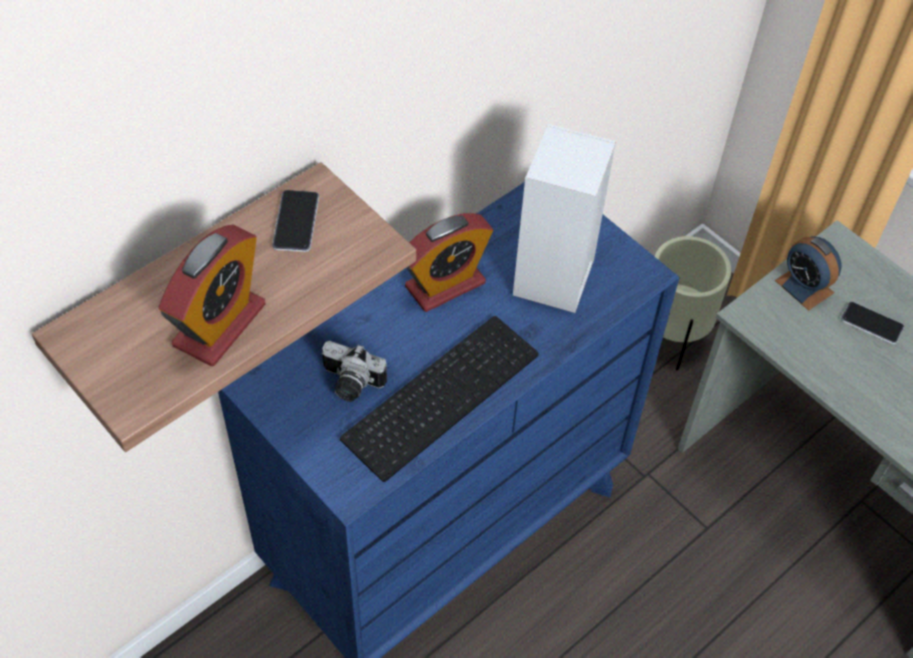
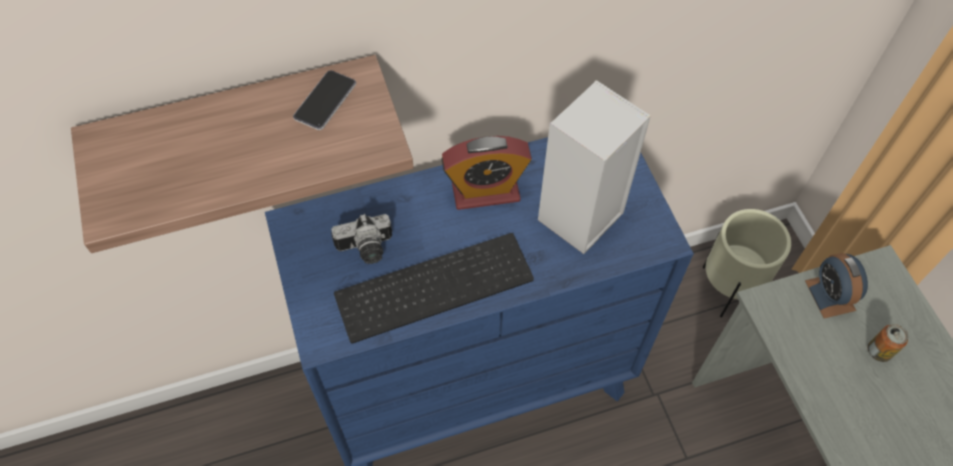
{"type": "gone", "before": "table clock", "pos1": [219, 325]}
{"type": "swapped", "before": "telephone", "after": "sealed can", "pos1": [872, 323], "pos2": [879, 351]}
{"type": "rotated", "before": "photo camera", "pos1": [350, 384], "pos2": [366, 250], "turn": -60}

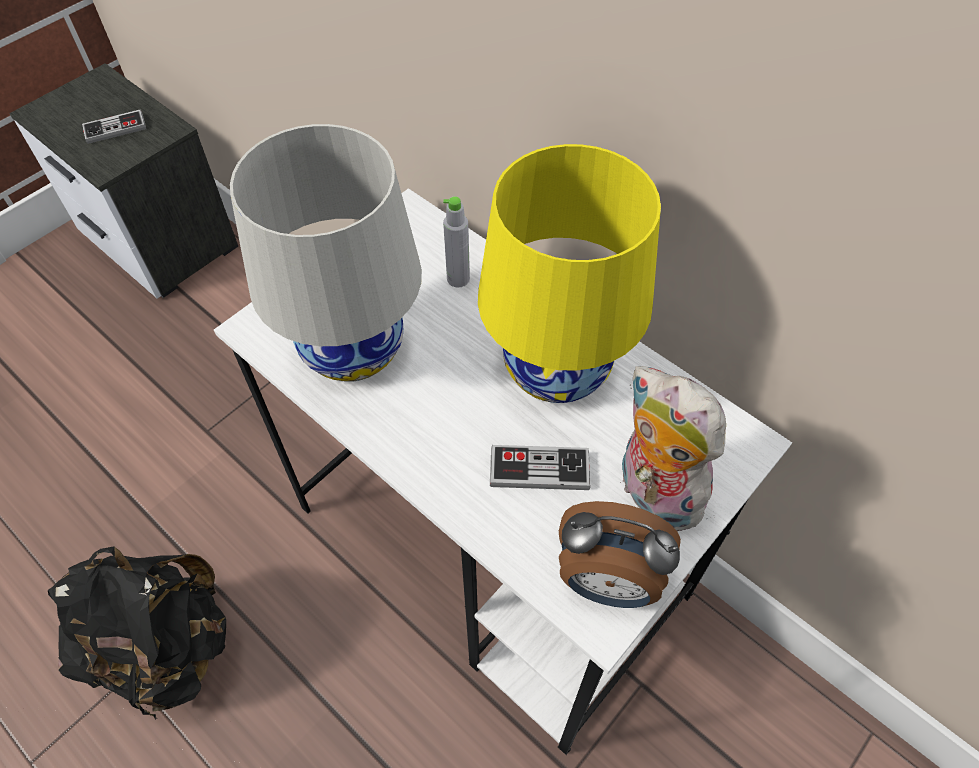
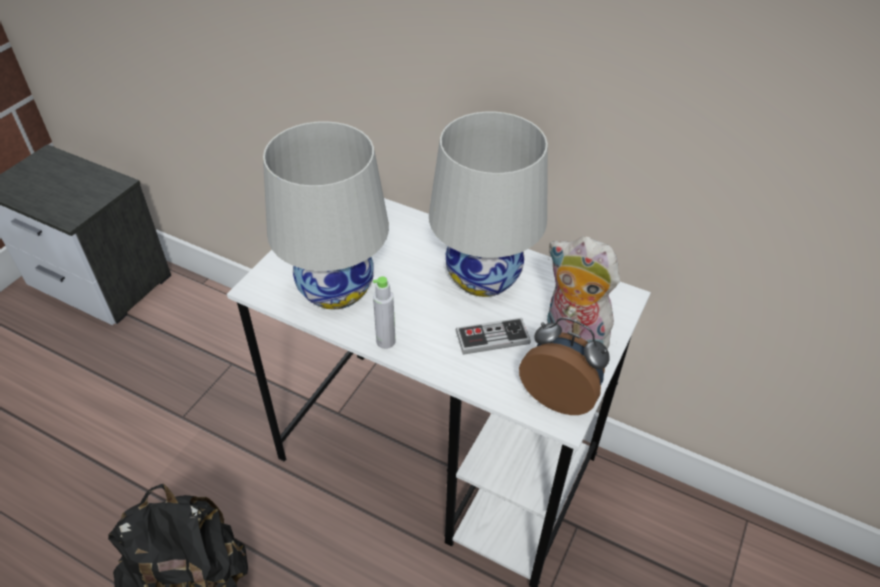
{"type": "gone", "before": "game controller", "pos1": [115, 128]}
{"type": "shifted", "before": "beverage bottle in grey", "pos1": [458, 279], "pos2": [385, 341]}
{"type": "repainted", "before": "lamp for a table in yellow-coloured", "after": "lamp for a table in white", "pos1": [557, 370], "pos2": [483, 276]}
{"type": "rotated", "before": "table clock", "pos1": [607, 581], "pos2": [560, 395], "turn": -150}

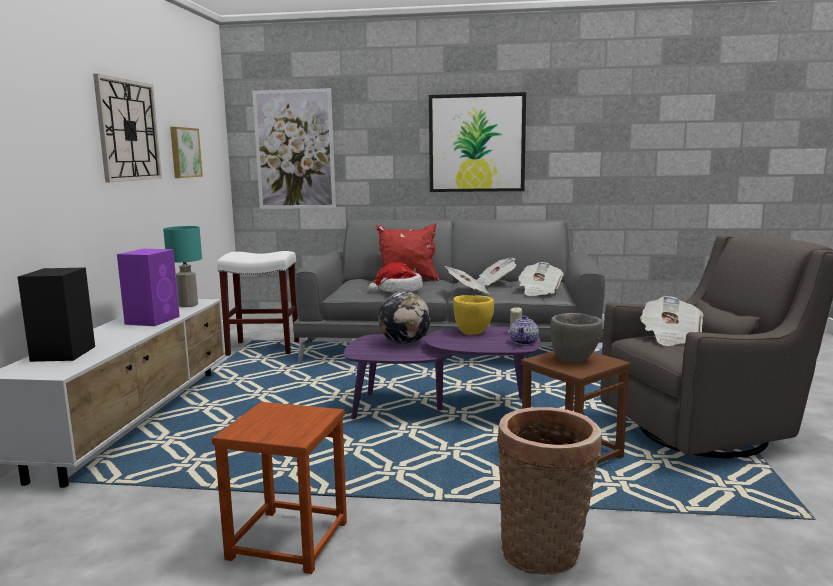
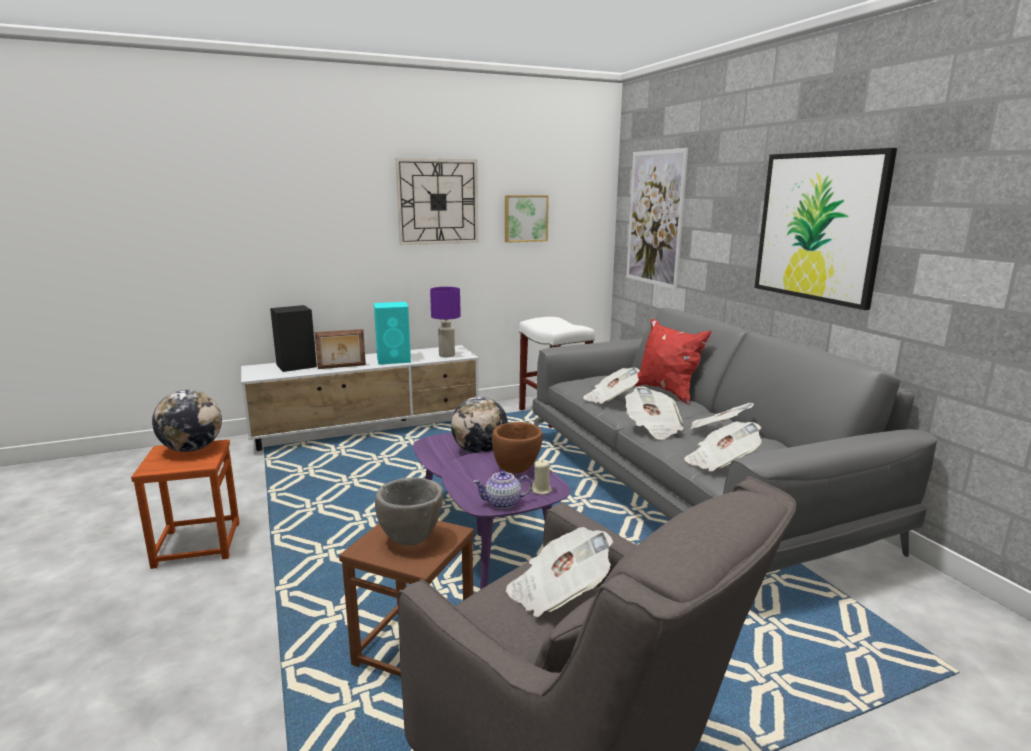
{"type": "gone", "before": "storage basket", "pos1": [545, 553]}
{"type": "new", "after": "globe", "pos2": [192, 449]}
{"type": "new", "after": "picture frame", "pos2": [342, 367]}
{"type": "swapped", "before": "wearable hat", "after": "newspaper", "pos1": [398, 290], "pos2": [610, 399]}
{"type": "repainted", "before": "audio speaker in purple", "after": "audio speaker in turquoise-coloured", "pos1": [153, 320], "pos2": [394, 359]}
{"type": "repainted", "before": "lamp for a table in turquoise-coloured", "after": "lamp for a table in purple", "pos1": [189, 305], "pos2": [447, 355]}
{"type": "repainted", "before": "deep dish in yellow-coloured", "after": "deep dish in brownish", "pos1": [473, 332], "pos2": [517, 469]}

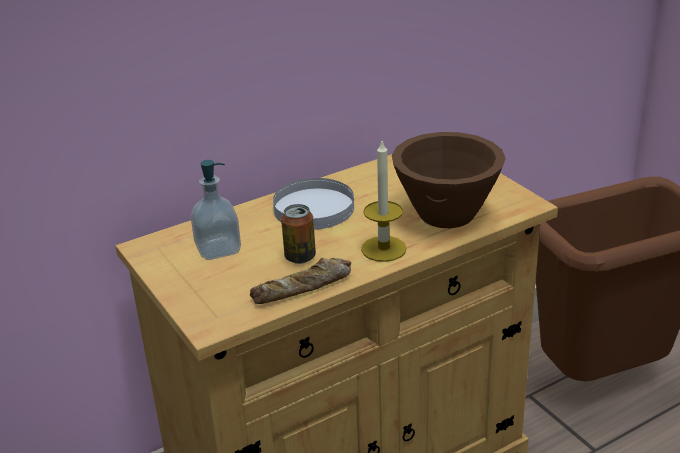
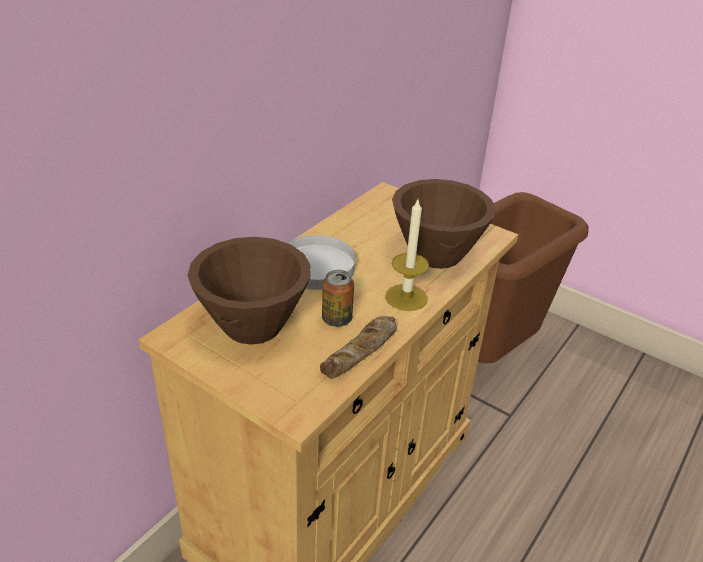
{"type": "swapped", "before": "liquid soap bottle", "after": "deep dish in brownish", "pos1": [218, 249], "pos2": [252, 325]}

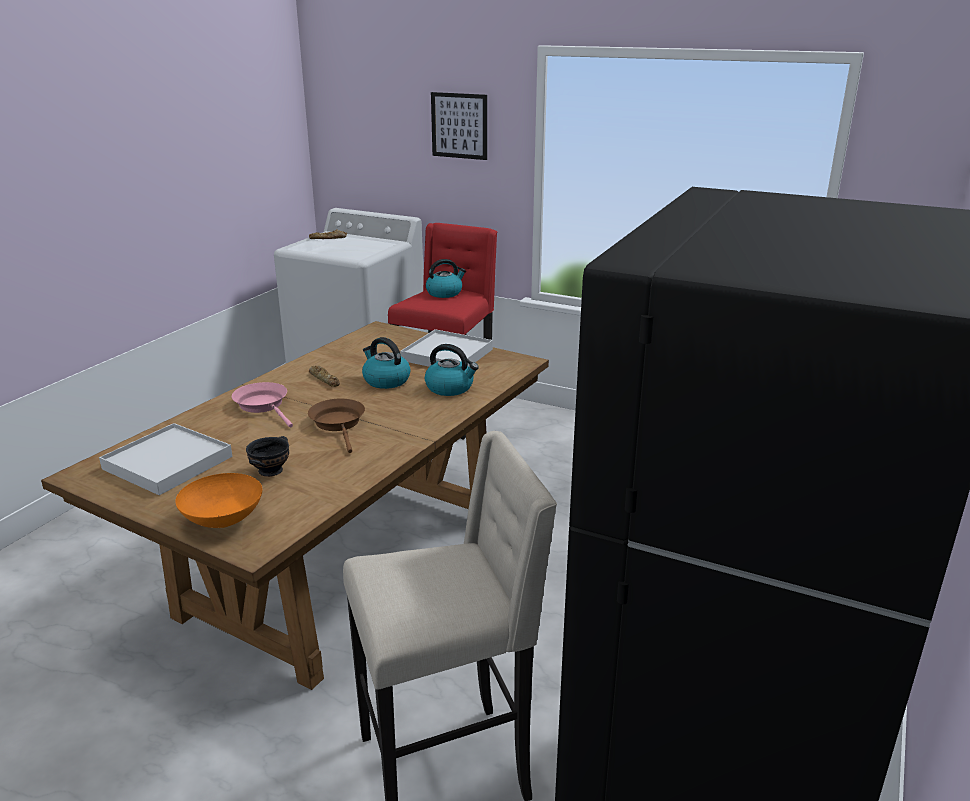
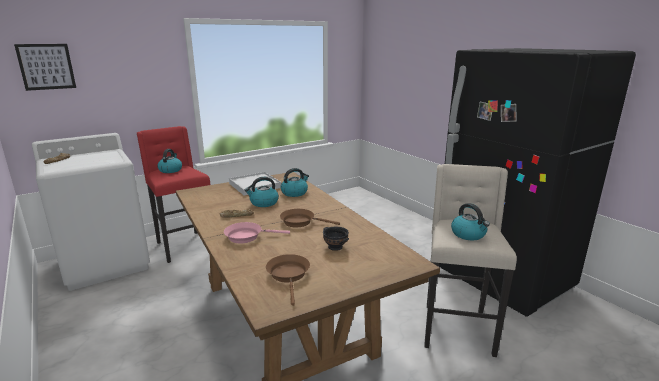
{"type": "gone", "before": "deep dish in orange", "pos1": [225, 520]}
{"type": "new", "after": "tea kettle", "pos2": [469, 234]}
{"type": "shifted", "before": "picture", "pos1": [459, 125], "pos2": [46, 66]}
{"type": "swapped", "before": "tray in white", "after": "frying pan in brownish", "pos1": [168, 463], "pos2": [289, 276]}

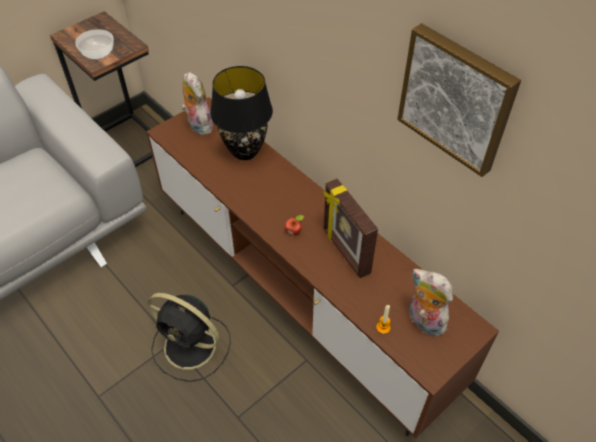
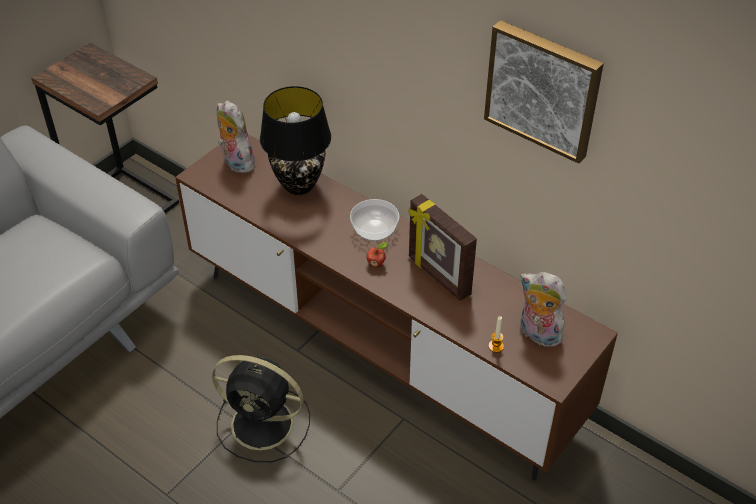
{"type": "shifted", "before": "deep dish", "pos1": [97, 52], "pos2": [374, 230]}

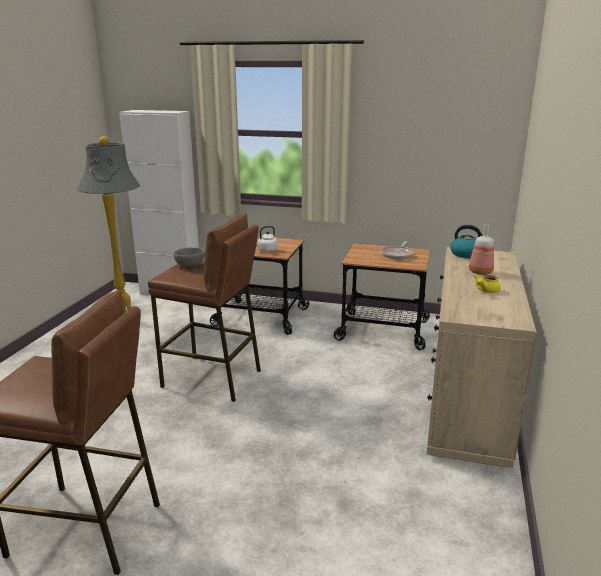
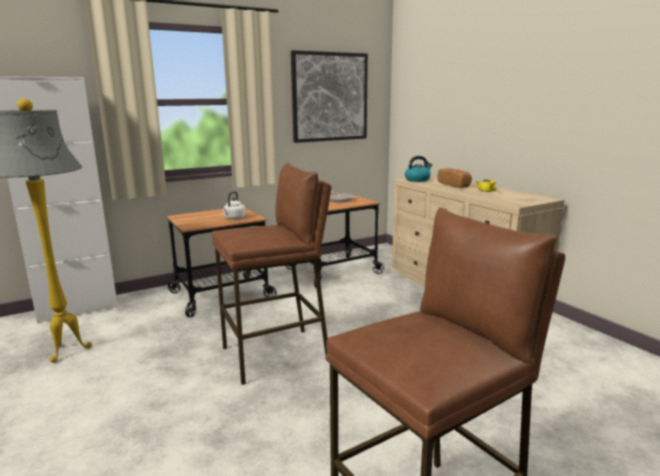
{"type": "gone", "before": "deep dish in grey", "pos1": [190, 265]}
{"type": "new", "after": "picture", "pos2": [330, 97]}
{"type": "swapped", "before": "beverage bottle", "after": "bread", "pos1": [479, 272], "pos2": [454, 185]}

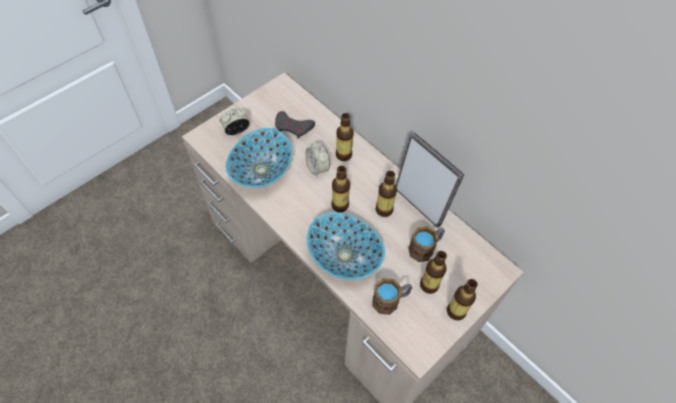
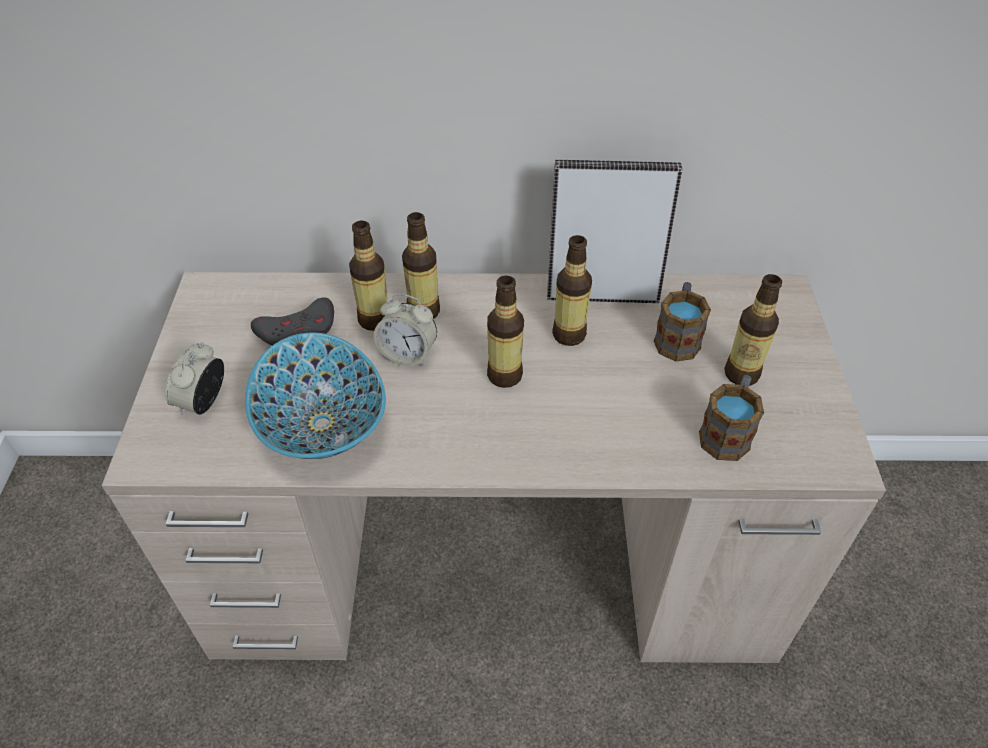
{"type": "gone", "before": "deep dish", "pos1": [345, 254]}
{"type": "shifted", "before": "beverage bottle", "pos1": [456, 311], "pos2": [374, 320]}

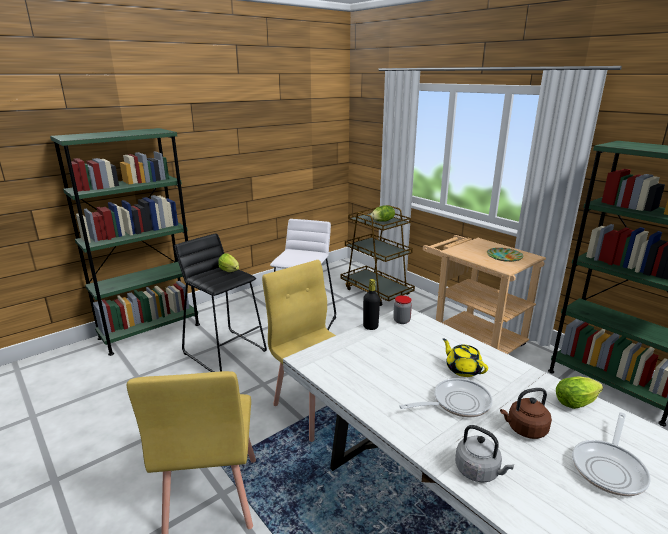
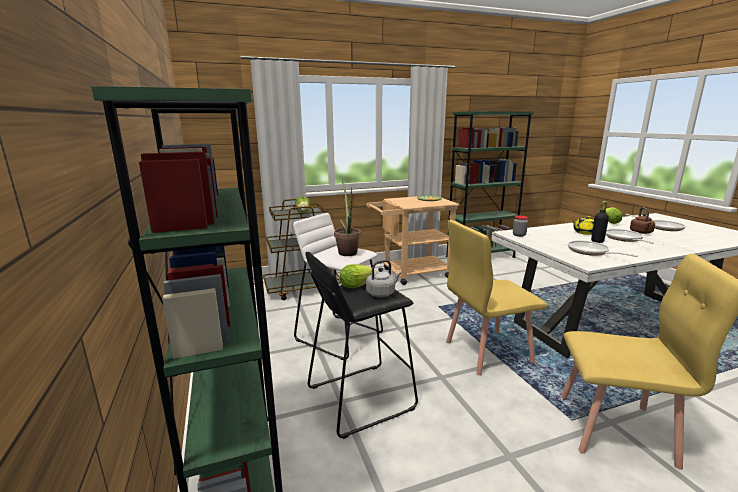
{"type": "new", "after": "plant in a pot", "pos2": [347, 251]}
{"type": "new", "after": "frying pan", "pos2": [591, 252]}
{"type": "shifted", "before": "beverage bottle in blackish", "pos1": [370, 326], "pos2": [597, 241]}
{"type": "shifted", "before": "tea kettle in grey", "pos1": [479, 471], "pos2": [382, 293]}

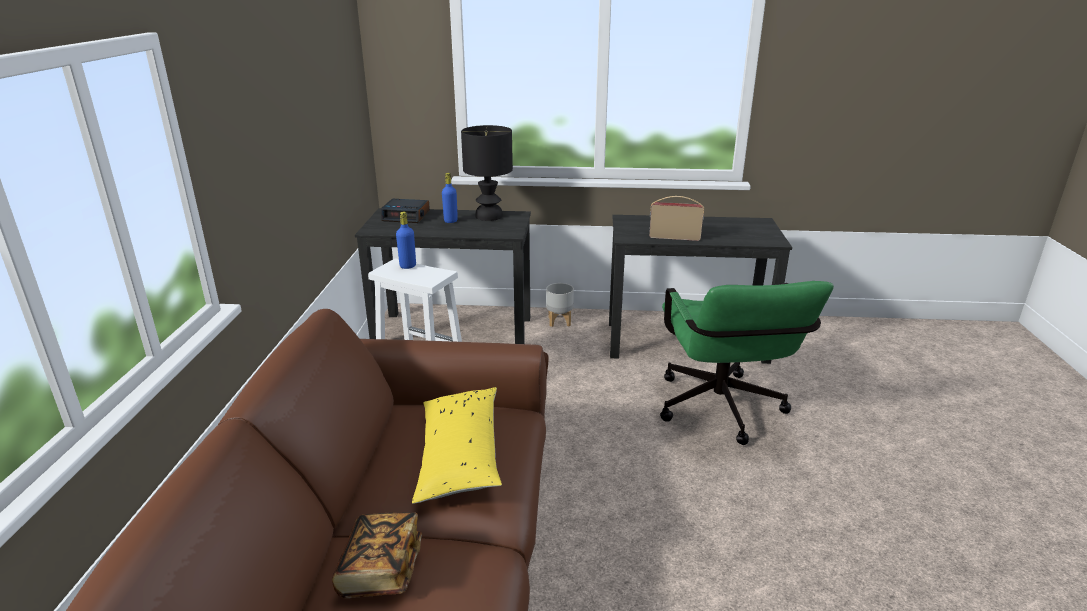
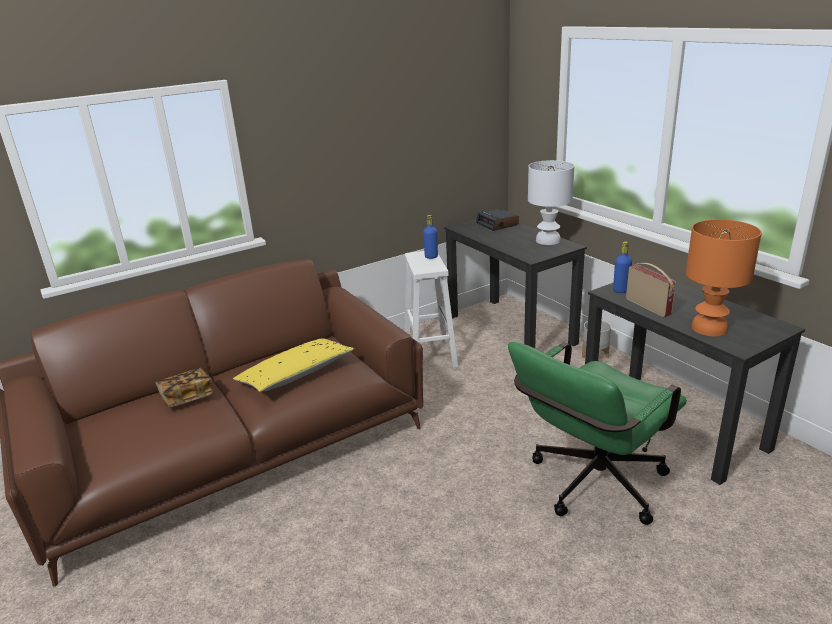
{"type": "new", "after": "lamp for a table in orange", "pos2": [710, 328]}
{"type": "shifted", "before": "beverage bottle in bluish", "pos1": [450, 221], "pos2": [620, 290]}
{"type": "repainted", "before": "lamp for a table in blackish", "after": "lamp for a table in white", "pos1": [489, 216], "pos2": [548, 241]}

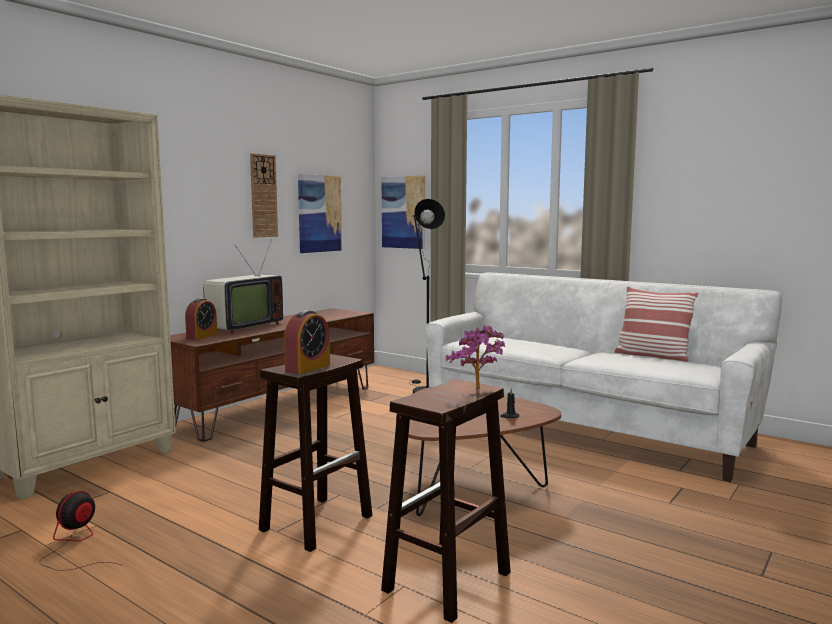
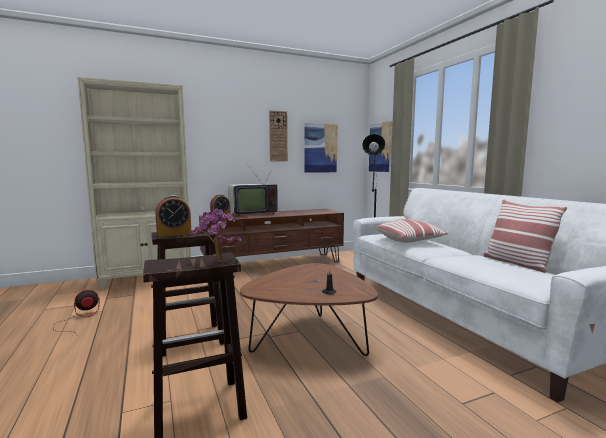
{"type": "new", "after": "throw pillow", "pos2": [409, 240]}

